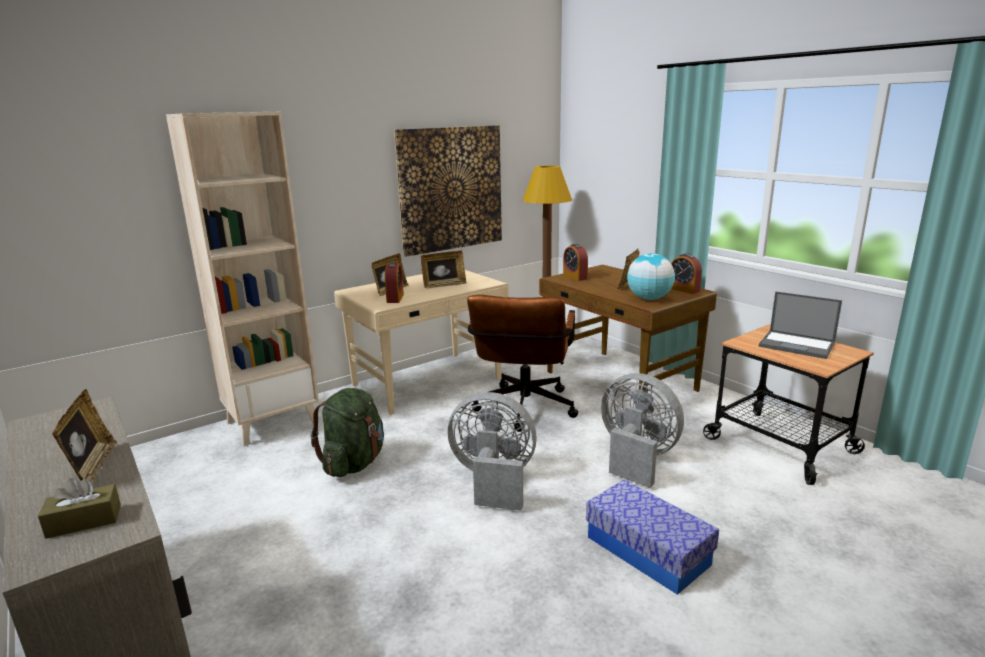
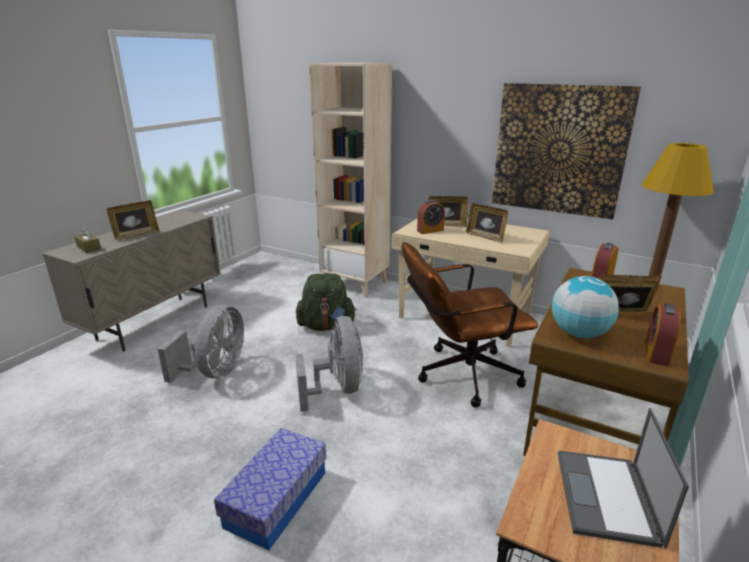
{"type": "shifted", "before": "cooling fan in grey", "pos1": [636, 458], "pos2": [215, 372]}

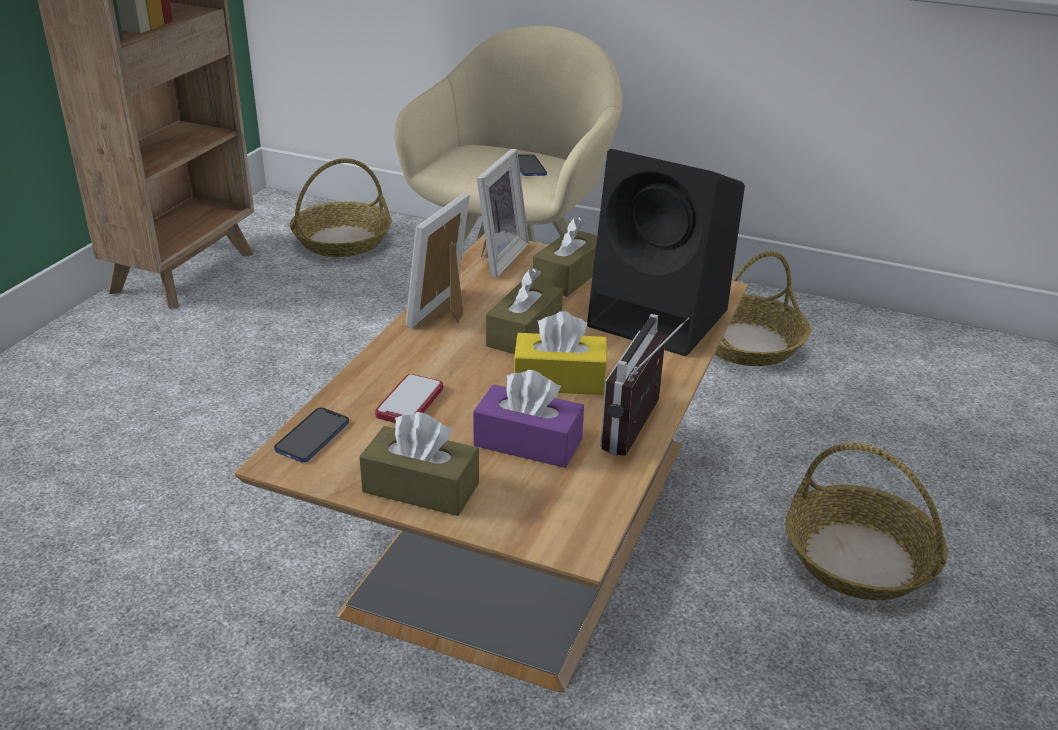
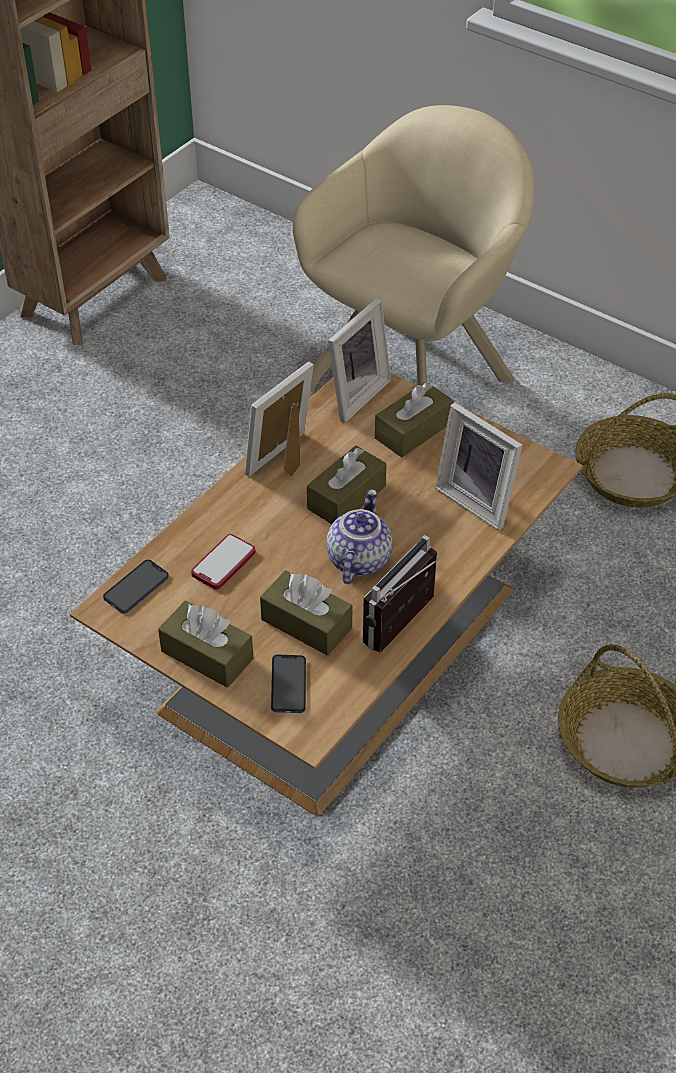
{"type": "gone", "before": "storage basket", "pos1": [342, 241]}
{"type": "shifted", "before": "telephone", "pos1": [528, 167], "pos2": [288, 685]}
{"type": "swapped", "before": "box of tissues in yellow-coloured", "after": "tea pot", "pos1": [559, 380], "pos2": [357, 559]}
{"type": "swapped", "before": "audio speaker in blackish", "after": "picture frame", "pos1": [662, 319], "pos2": [479, 499]}
{"type": "repainted", "before": "box of tissues in purple", "after": "box of tissues in brownish", "pos1": [528, 442], "pos2": [306, 624]}

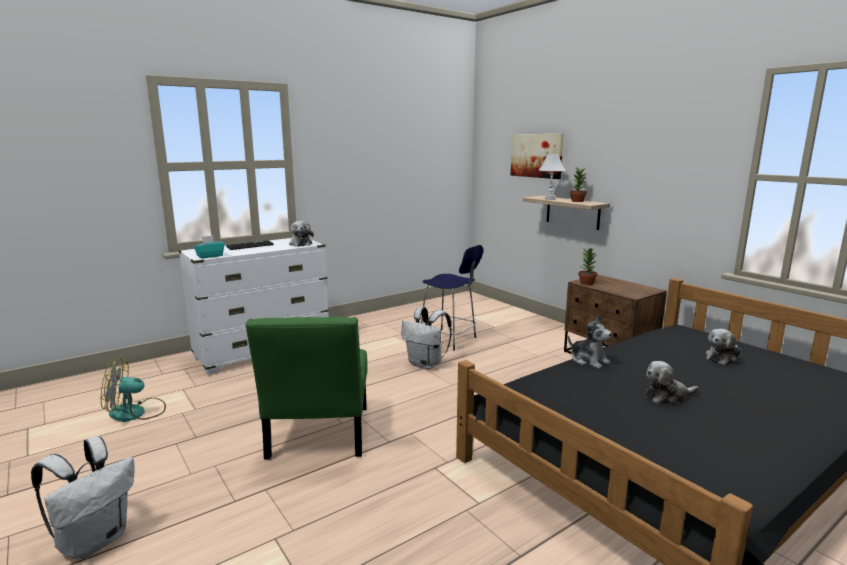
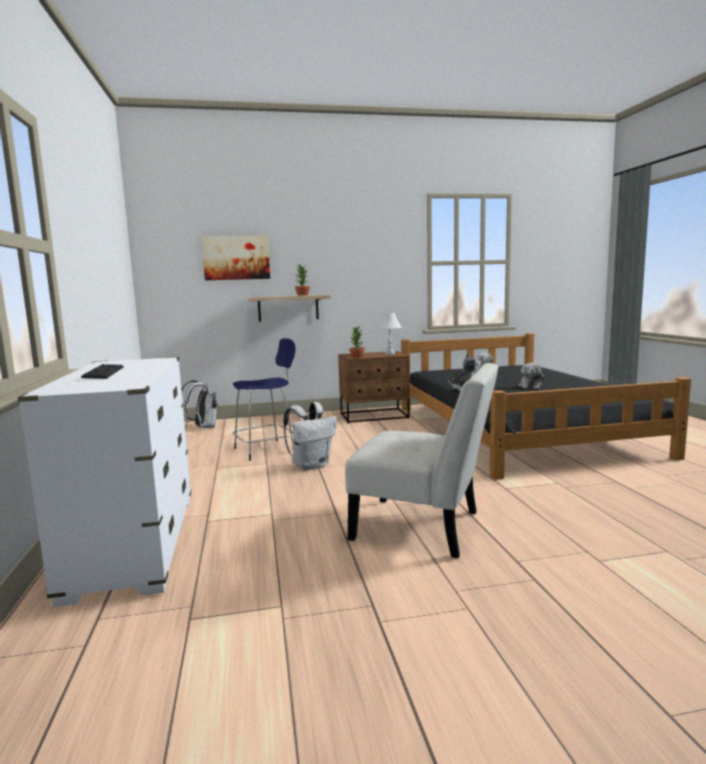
{"type": "gone", "before": "cooling fan", "pos1": [136, 413]}
{"type": "gone", "before": "box of tissues in turquoise-coloured", "pos1": [210, 256]}
{"type": "gone", "before": "plush toy", "pos1": [300, 244]}
{"type": "shifted", "before": "rucksack in white", "pos1": [94, 540], "pos2": [203, 427]}
{"type": "shifted", "before": "lamp for a table in white", "pos1": [550, 199], "pos2": [389, 353]}
{"type": "repainted", "before": "upright chair in green", "after": "upright chair in white", "pos1": [318, 436], "pos2": [424, 527]}

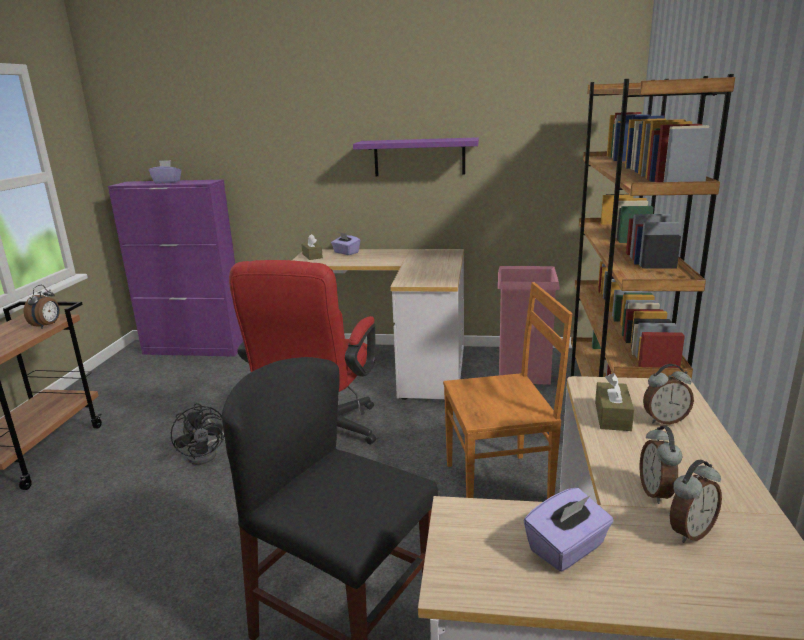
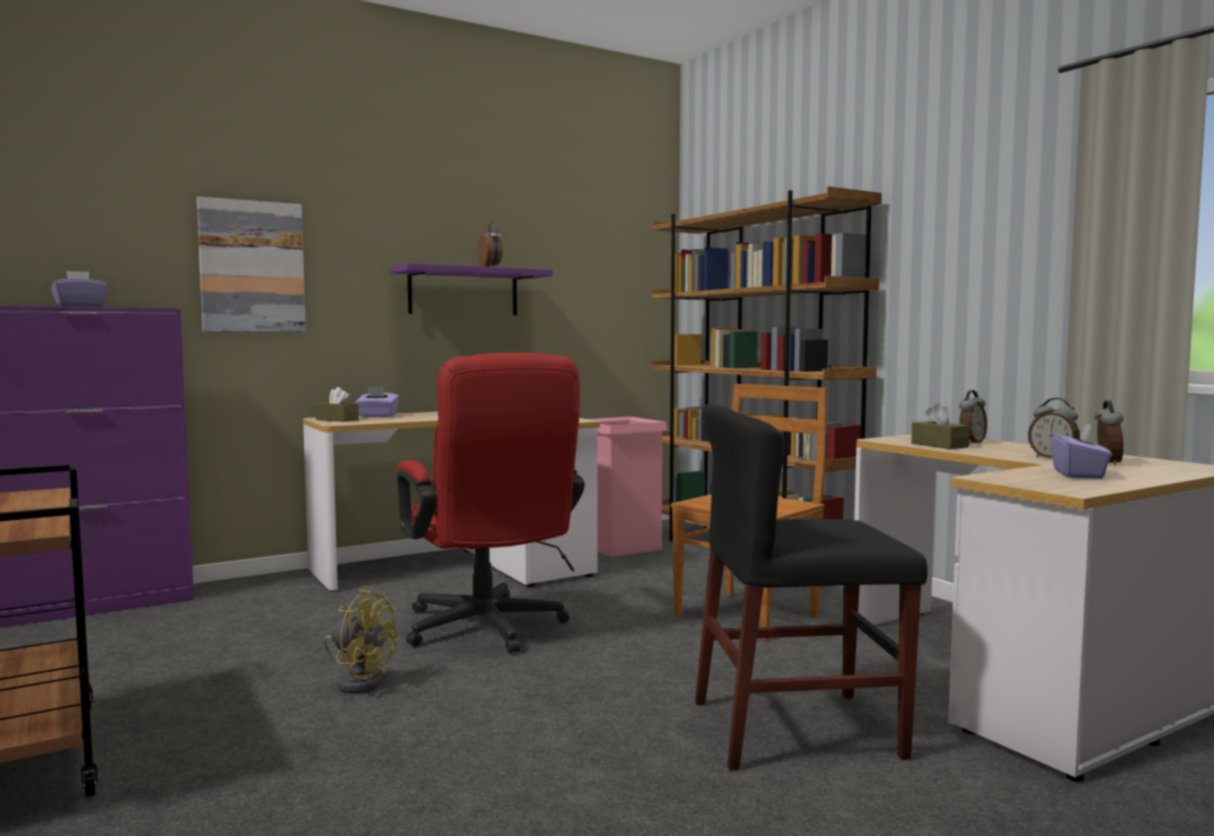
{"type": "new", "after": "picture", "pos2": [252, 267]}
{"type": "shifted", "before": "table clock", "pos1": [47, 325], "pos2": [490, 267]}
{"type": "repainted", "before": "cooling fan in blackish", "after": "cooling fan in yellow-coloured", "pos1": [206, 453], "pos2": [359, 681]}

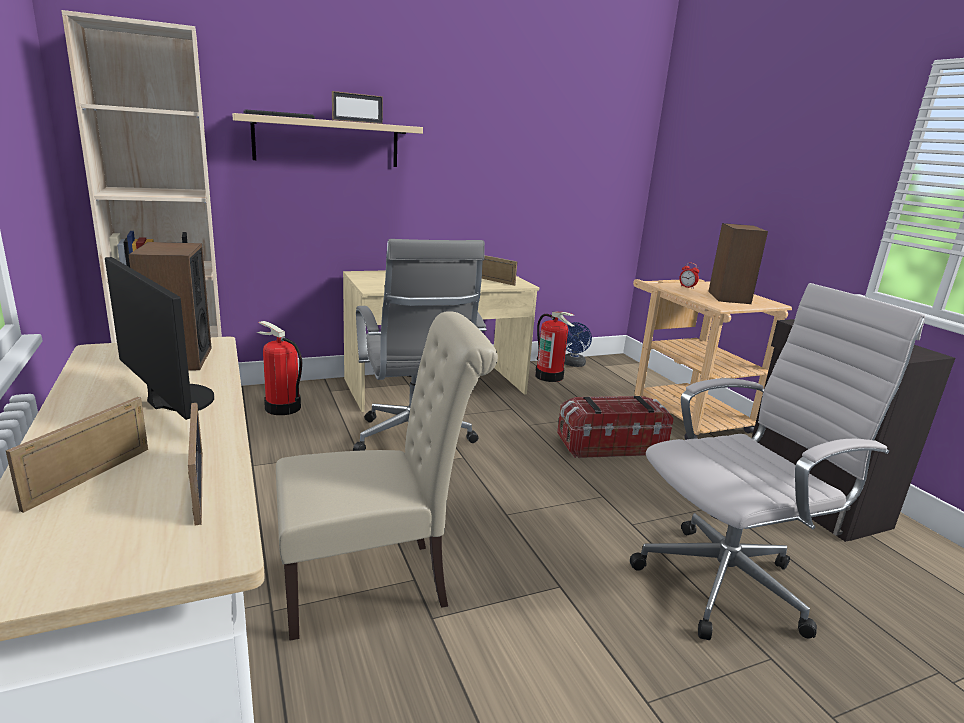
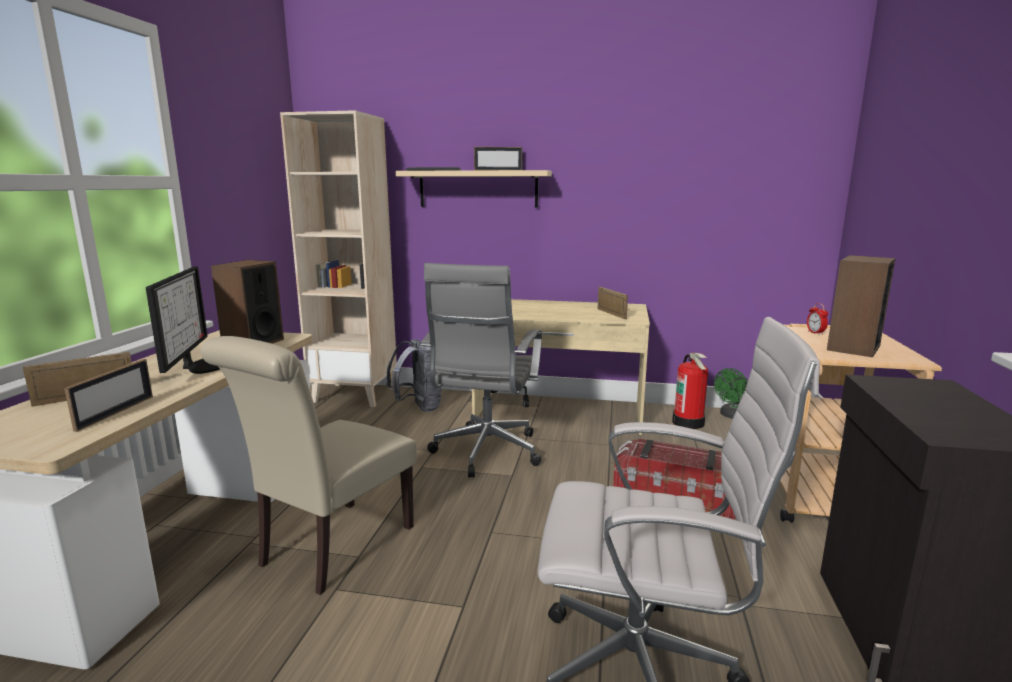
{"type": "swapped", "before": "fire-fighting cylinder", "after": "rucksack in grey", "pos1": [282, 408], "pos2": [418, 407]}
{"type": "repainted", "before": "cooling fan in bluish", "after": "cooling fan in green", "pos1": [573, 364], "pos2": [731, 416]}
{"type": "rotated", "before": "upright chair in beige", "pos1": [376, 583], "pos2": [330, 549], "turn": 105}

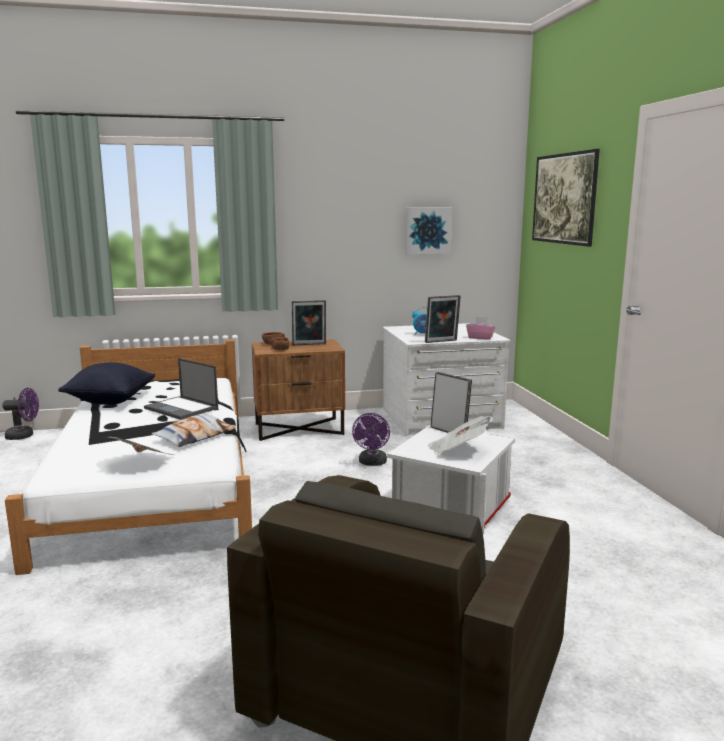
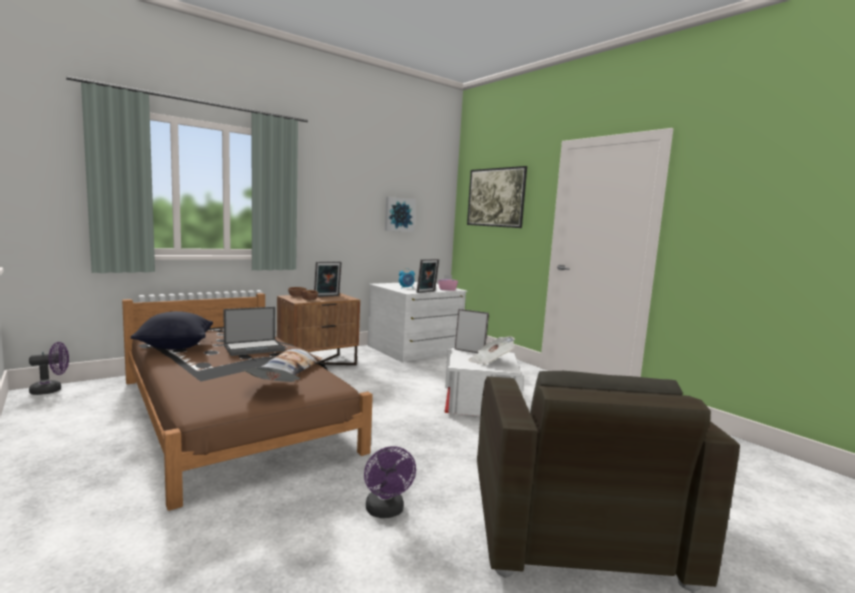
{"type": "shifted", "before": "cooling fan in purple", "pos1": [372, 463], "pos2": [386, 512]}
{"type": "repainted", "before": "bed in white", "after": "bed in brownish", "pos1": [155, 480], "pos2": [231, 413]}
{"type": "rotated", "before": "laptop", "pos1": [182, 408], "pos2": [254, 348], "turn": -45}

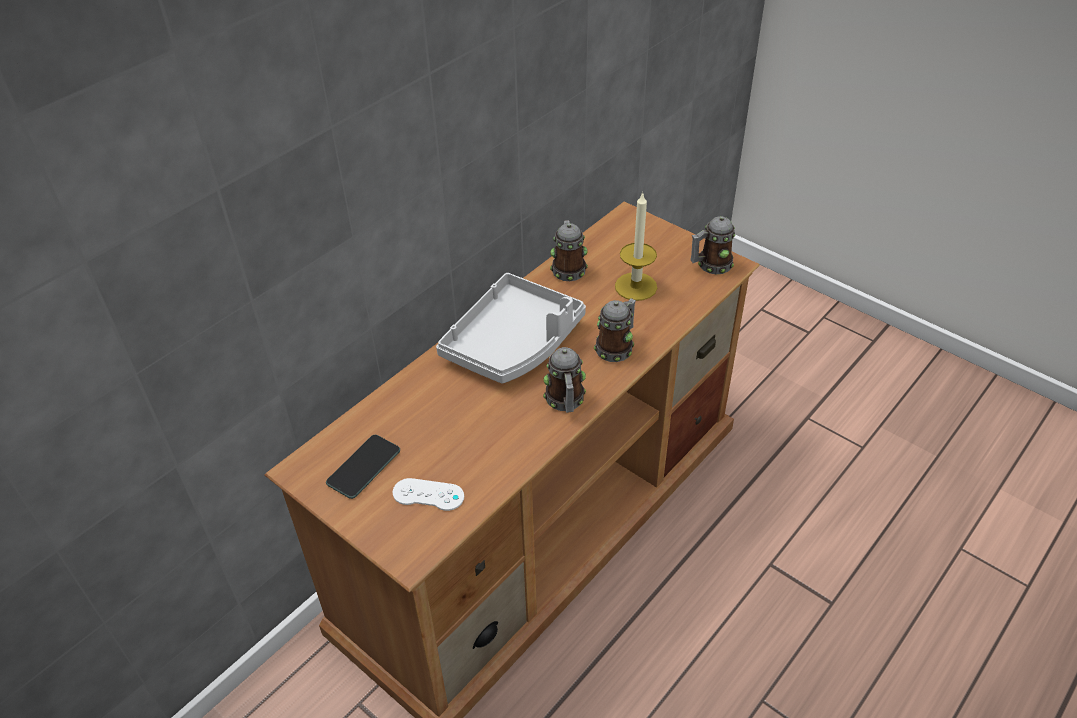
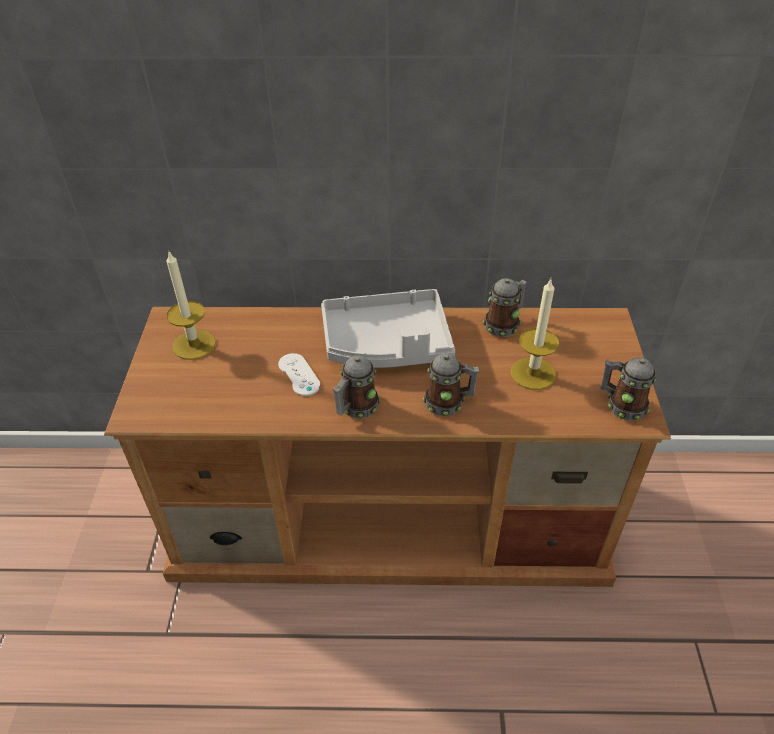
{"type": "shifted", "before": "game controller in white", "pos1": [428, 495], "pos2": [299, 374]}
{"type": "swapped", "before": "telephone", "after": "candle", "pos1": [364, 467], "pos2": [194, 344]}

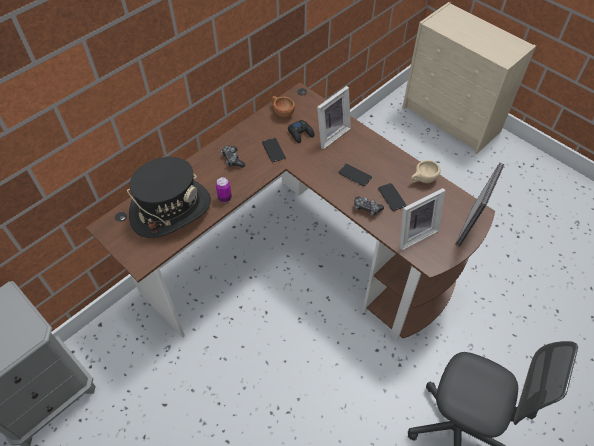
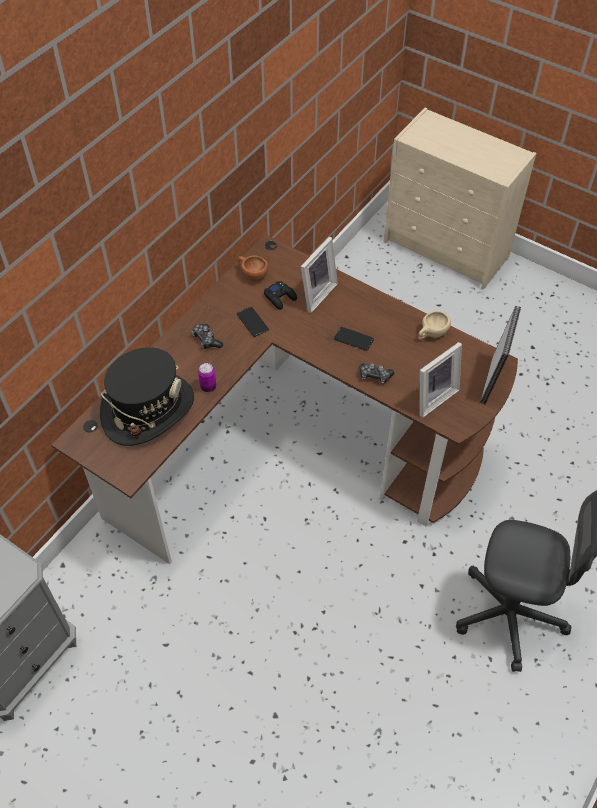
{"type": "gone", "before": "telephone", "pos1": [391, 197]}

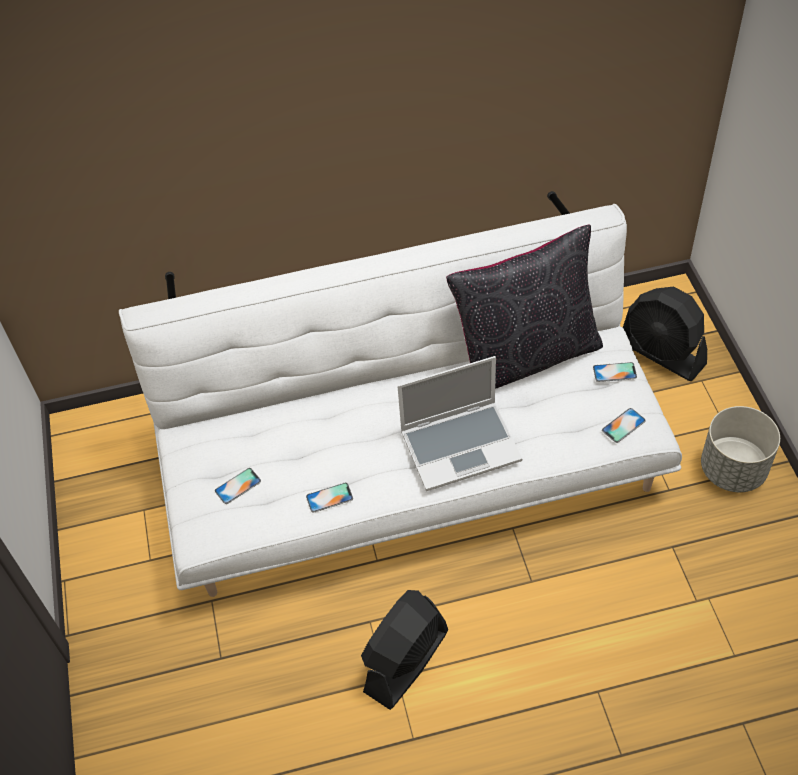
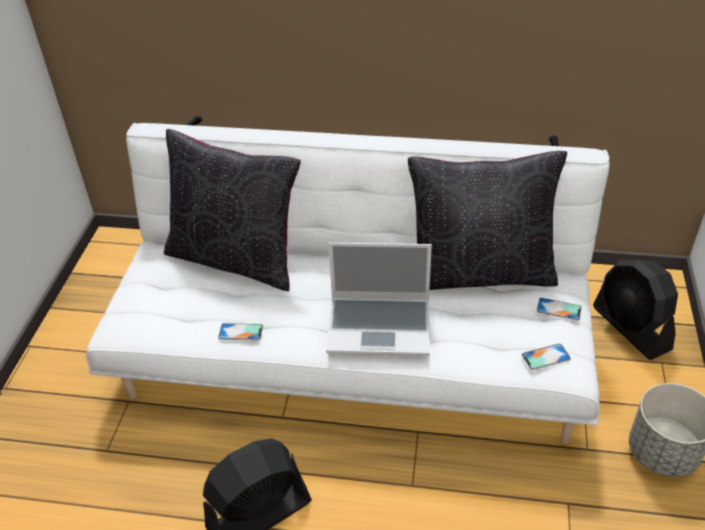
{"type": "gone", "before": "telephone", "pos1": [238, 486]}
{"type": "new", "after": "throw pillow in blackish", "pos2": [236, 258]}

